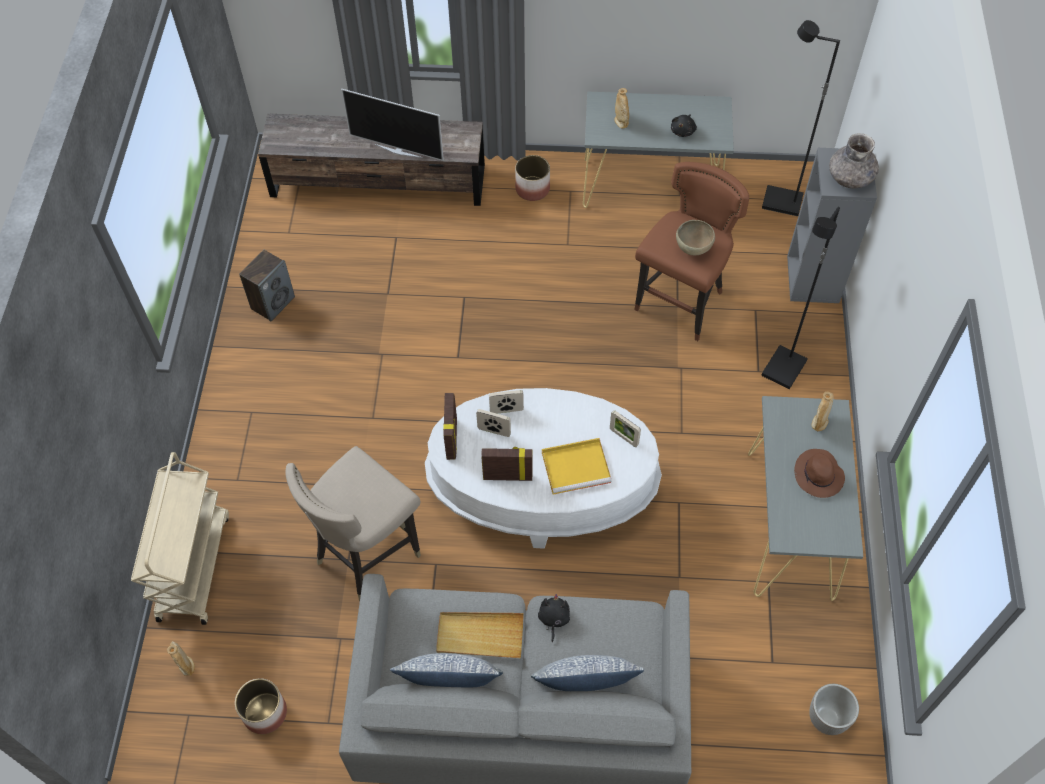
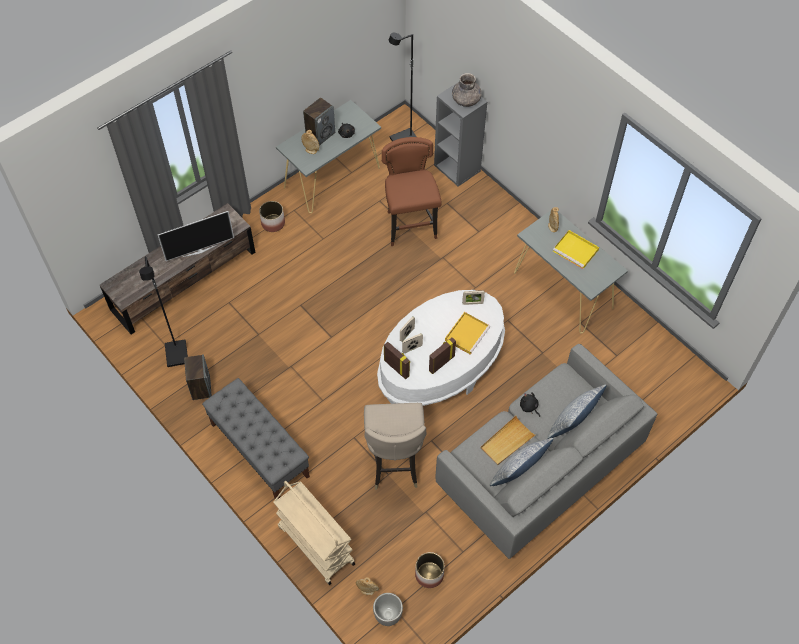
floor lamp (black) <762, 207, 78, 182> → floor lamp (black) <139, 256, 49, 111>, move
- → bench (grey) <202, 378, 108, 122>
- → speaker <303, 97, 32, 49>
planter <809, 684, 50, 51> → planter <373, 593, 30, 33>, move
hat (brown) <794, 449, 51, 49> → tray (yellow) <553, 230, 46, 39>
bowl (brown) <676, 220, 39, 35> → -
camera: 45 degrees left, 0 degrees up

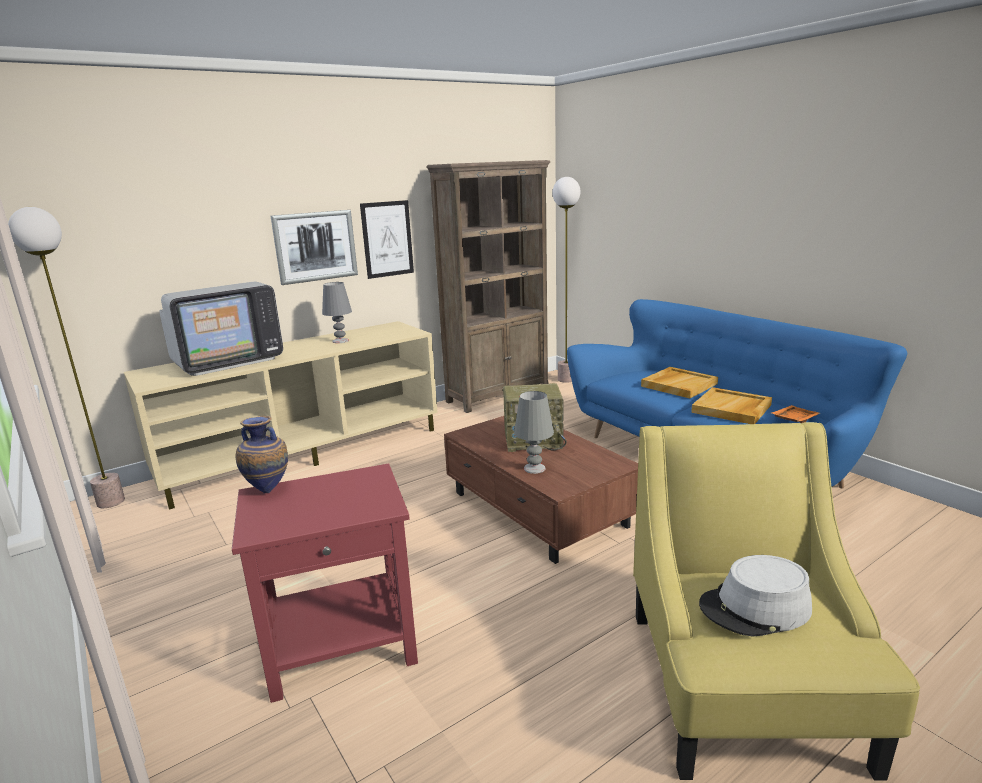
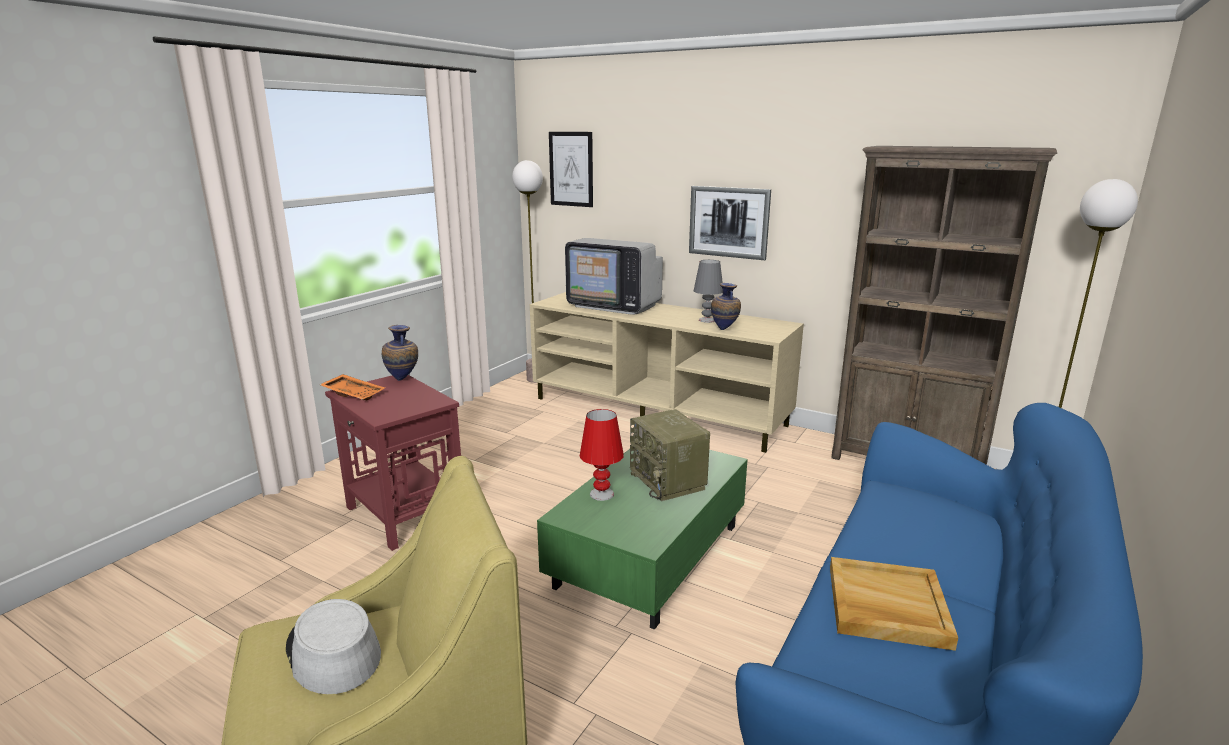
tray (orange) <771, 405, 49, 18> → tray (orange) <320, 374, 65, 26>, move
coffee table (brown) <444, 416, 194, 148> → coffee table (green) <537, 449, 211, 181>
picture <360, 200, 54, 79> → picture <549, 132, 44, 75>, move
table lamp (grey) <514, 391, 40, 83> → table lamp (red) <580, 409, 44, 92>
- → vase <711, 283, 30, 47>
tray (beige) <641, 367, 77, 31> → -
camera: 65 degrees right, 0 degrees up

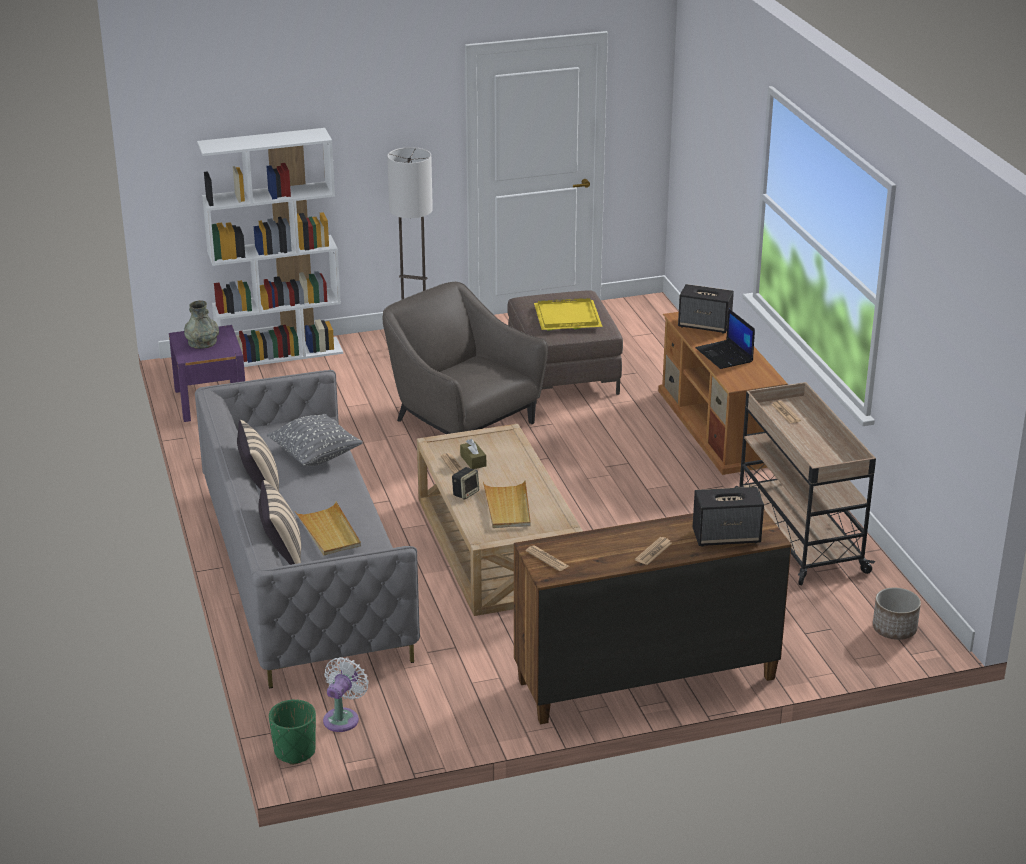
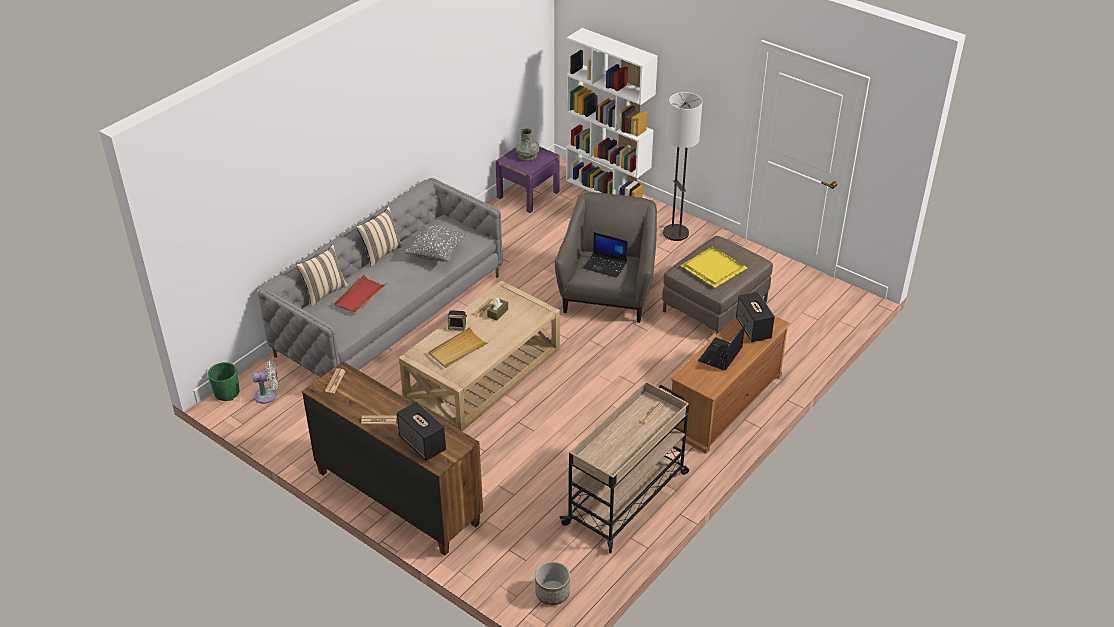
tray (beige) <295, 501, 66, 55> → tray (red) <334, 274, 53, 40>
- → laptop <583, 232, 45, 46>
camera: 55 degrees right, 10 degrees up

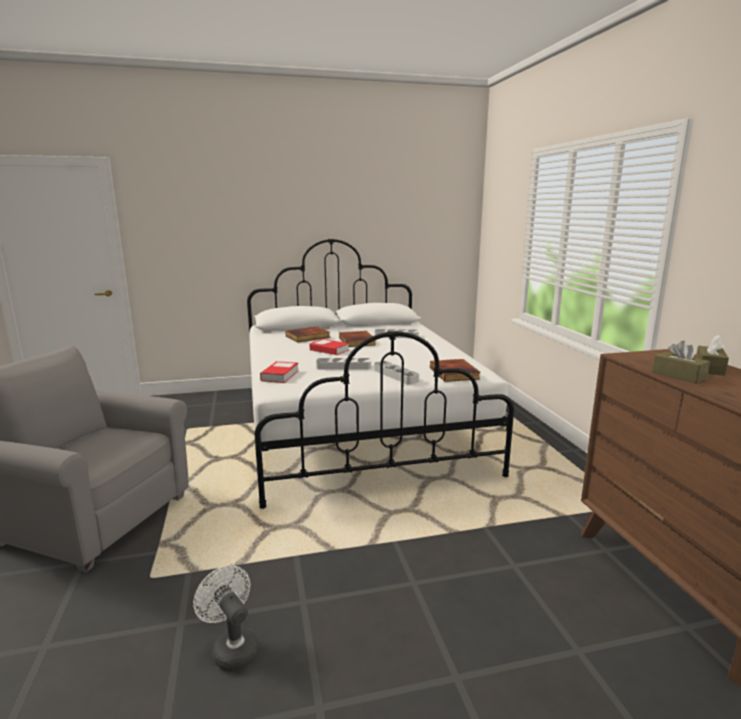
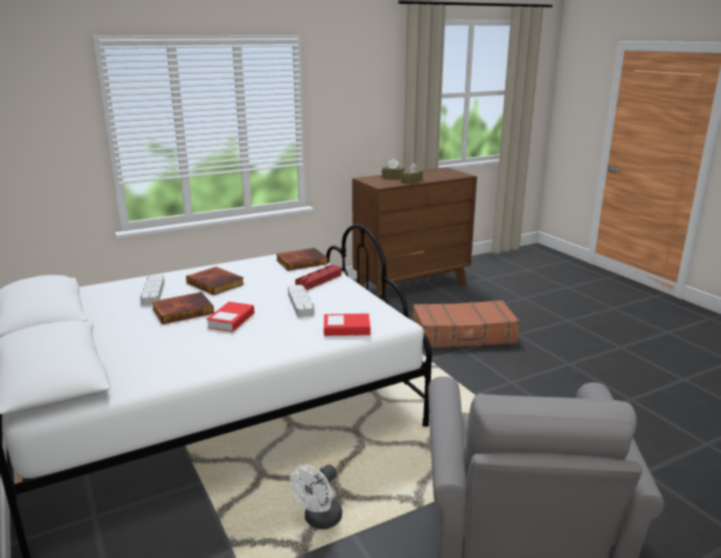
book <285, 327, 45, 16> → book <186, 267, 58, 28>, move
fan (white) <193, 565, 66, 107> → fan (white) <290, 464, 52, 65>, move
tray (grey) <374, 361, 45, 23> → tray (red) <295, 265, 47, 25>
- → suitcase (brown) <413, 300, 107, 49>
camera: 105 degrees left, 5 degrees up

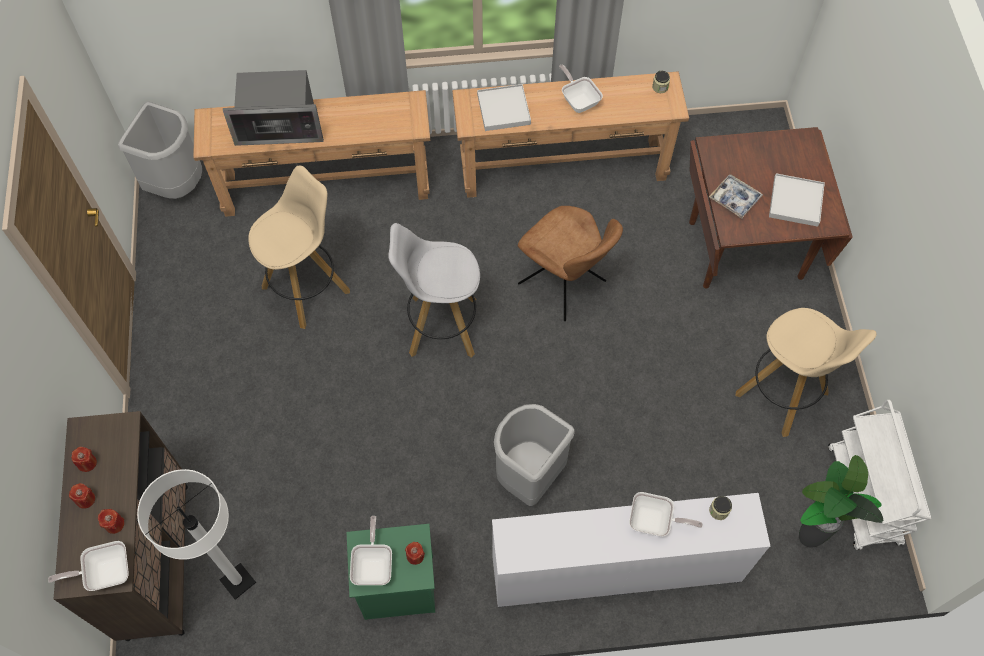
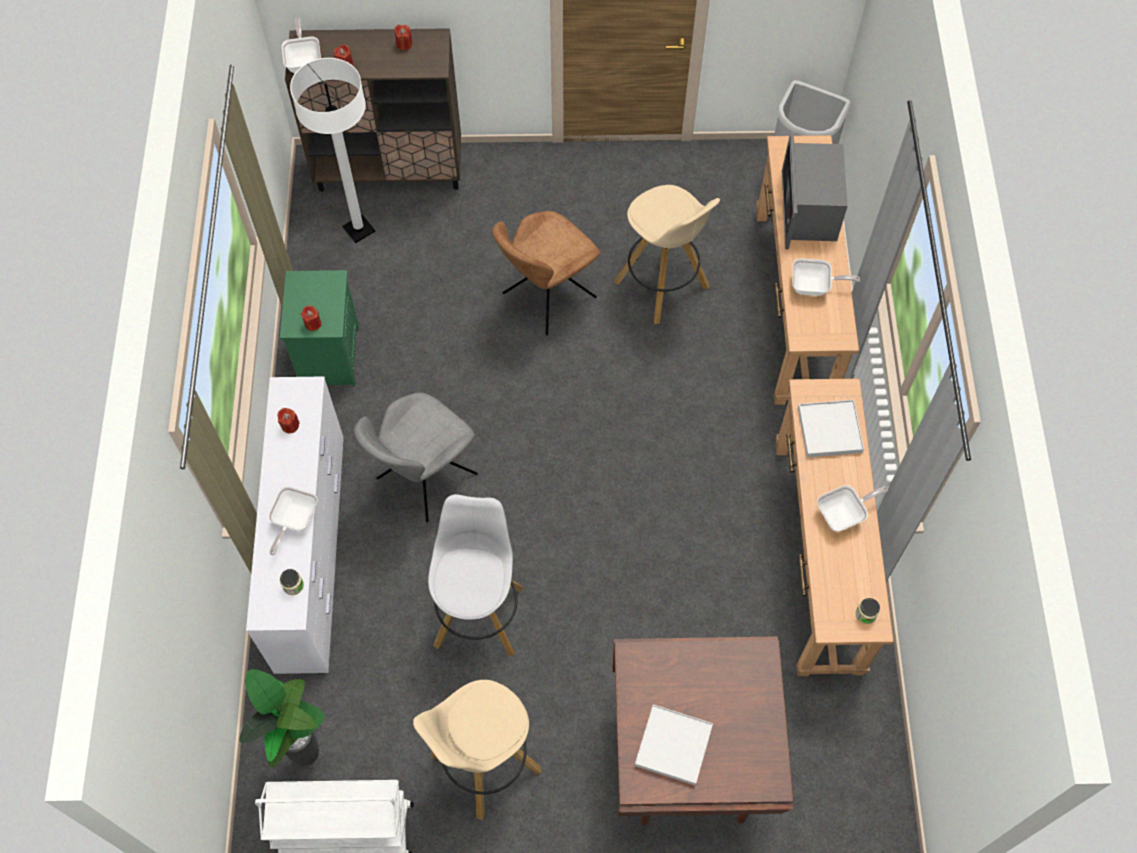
candle (red) <69, 483, 26, 26> → candle (red) <278, 408, 22, 25>, move
trash can (grey) <494, 404, 81, 102> → chair (grey) <354, 393, 124, 129>
stool (white) <388, 223, 92, 135> → stool (white) <428, 494, 96, 162>, move
chair (brown) <518, 206, 105, 115> → chair (brown) <492, 211, 108, 125>, move
frying pan <350, 516, 42, 69> → frying pan <792, 258, 68, 38>, move
tray <709, 174, 54, 45> → -
camera: 95 degrees right, 0 degrees up

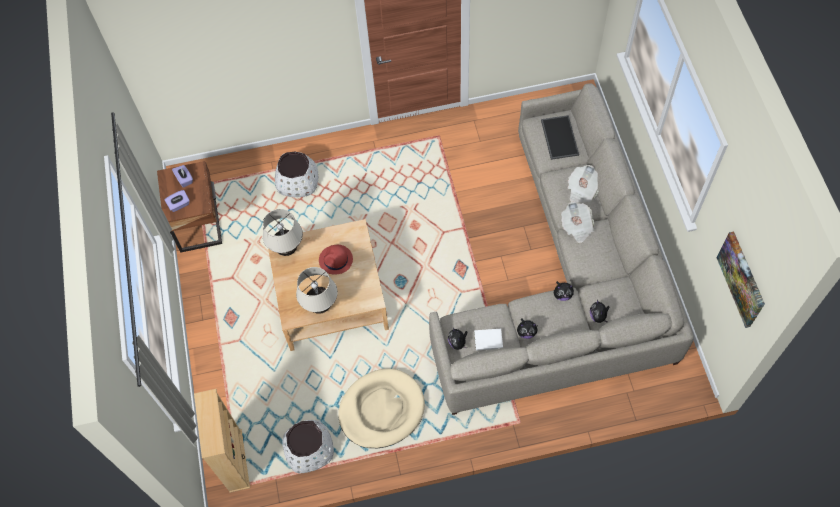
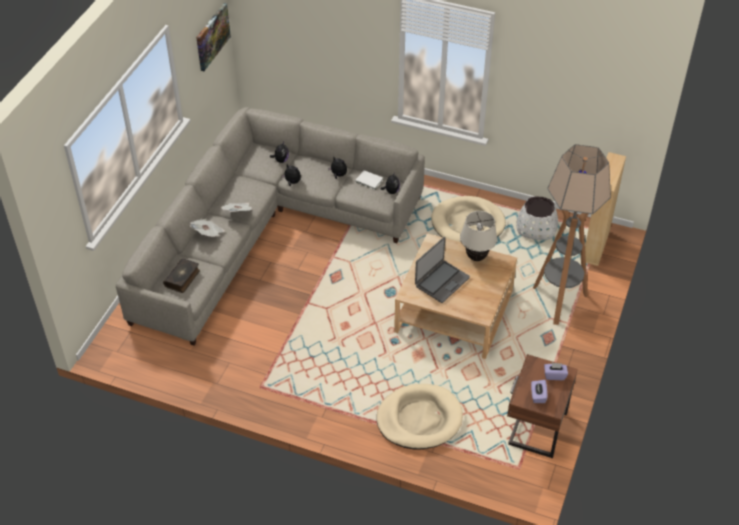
tray <541, 115, 38, 45> → book <163, 258, 37, 35>
planter (white) <275, 152, 43, 45> → dog bed (beige) <376, 384, 87, 65>
hat (red) <319, 245, 34, 30> → laptop <415, 237, 55, 66>
- → floor lamp <533, 144, 78, 181>
table lamp (beige) <263, 209, 40, 47> → -
camera: 150 degrees left, 15 degrees down

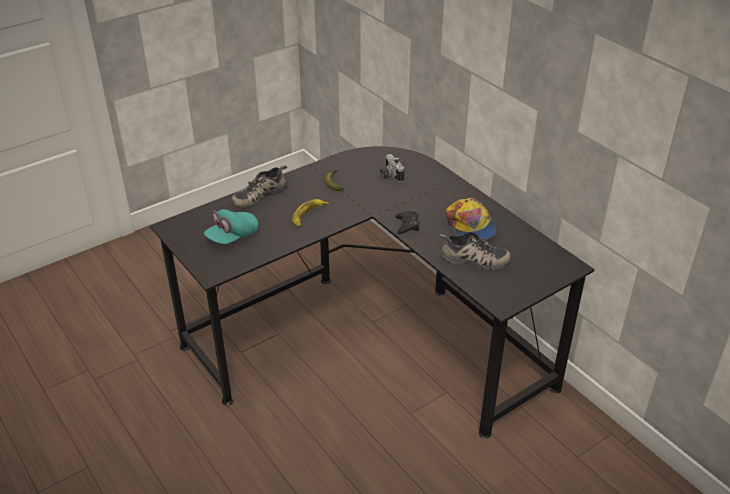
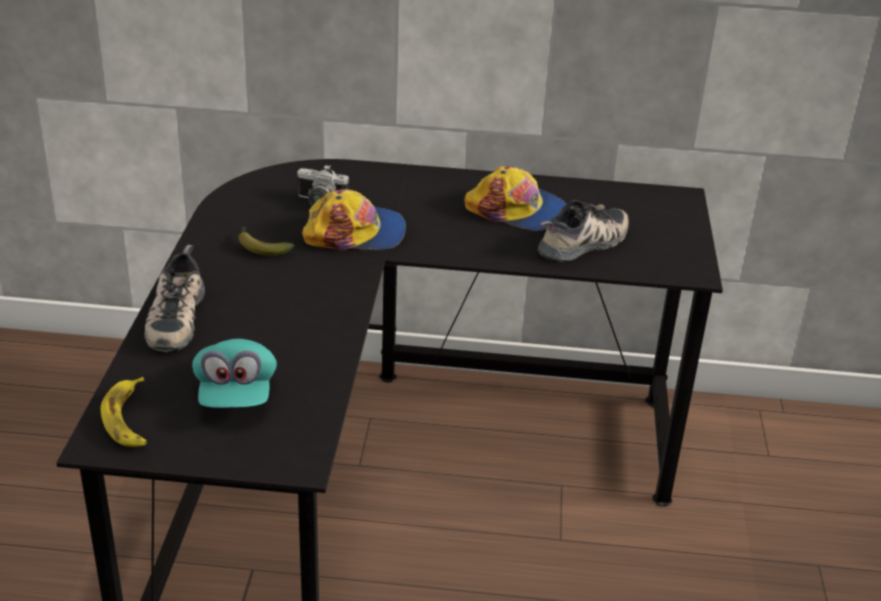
banana <292, 199, 37, 27> → banana <101, 377, 46, 70>, move
- → cap <302, 189, 104, 62>
game controller (black) <395, 211, 25, 23> → -
camera: 50 degrees left, 5 degrees down

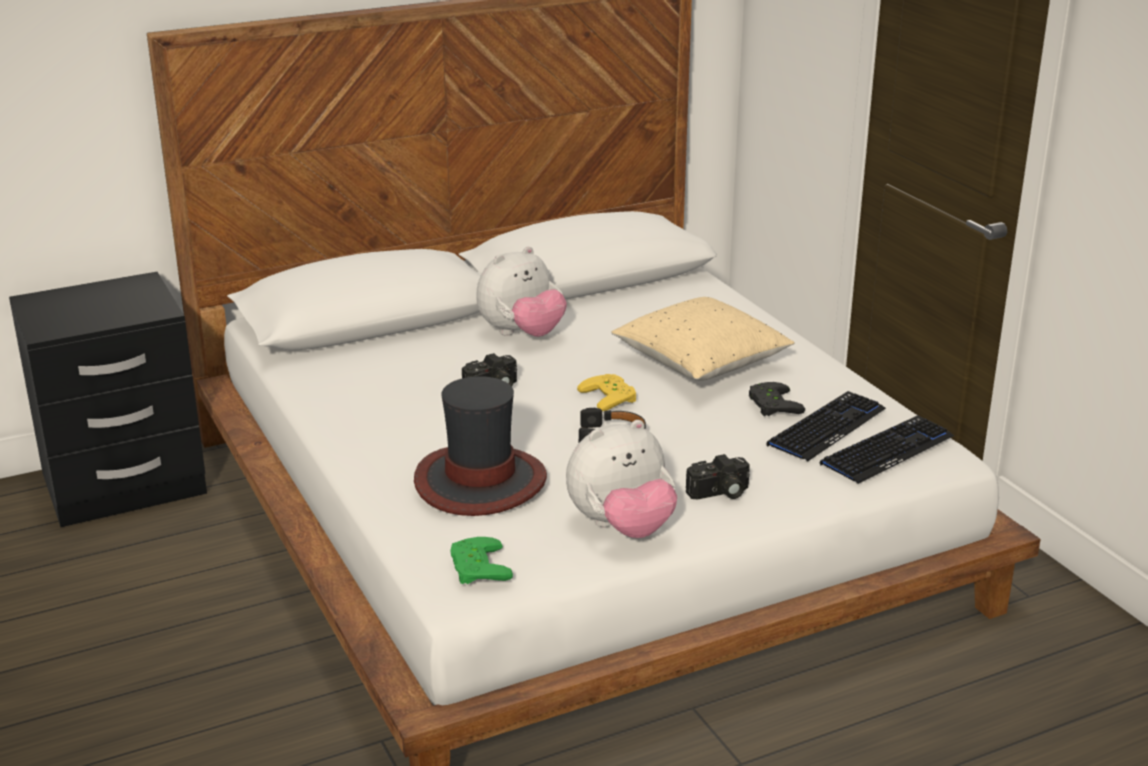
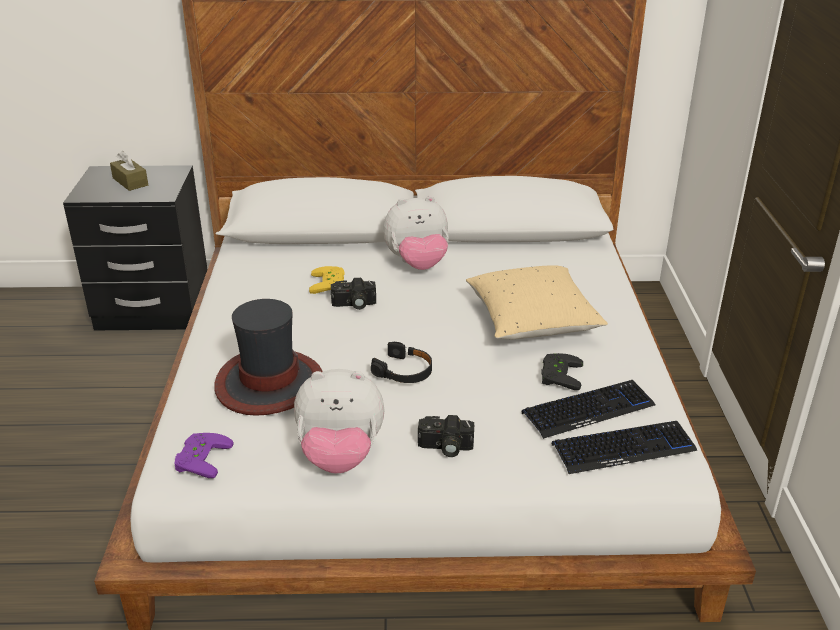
- → tissue box (brown) <110, 151, 38, 40>
game controller (green) <451, 537, 62, 47> → game controller (purple) <175, 433, 59, 45>
game controller (yellow) <577, 374, 59, 37> → game controller (yellow) <309, 266, 36, 28>, move
camera: 25 degrees right, 5 degrees up

